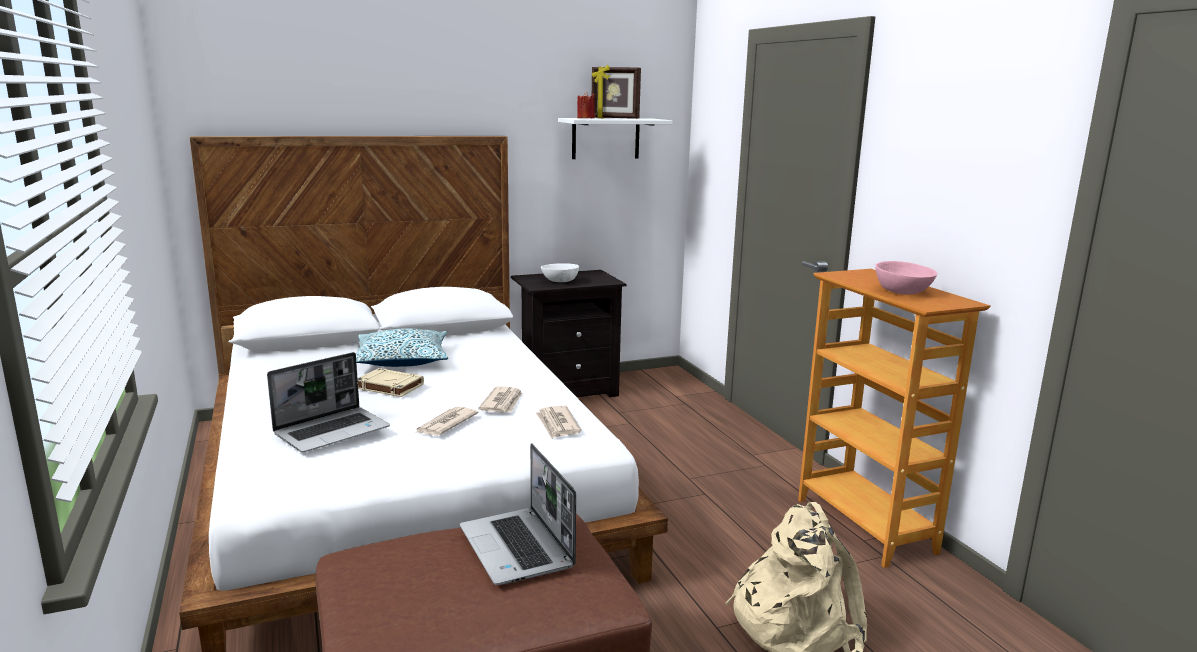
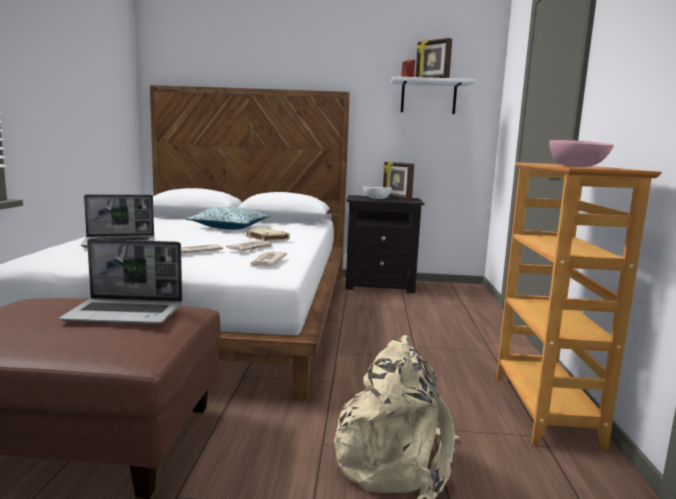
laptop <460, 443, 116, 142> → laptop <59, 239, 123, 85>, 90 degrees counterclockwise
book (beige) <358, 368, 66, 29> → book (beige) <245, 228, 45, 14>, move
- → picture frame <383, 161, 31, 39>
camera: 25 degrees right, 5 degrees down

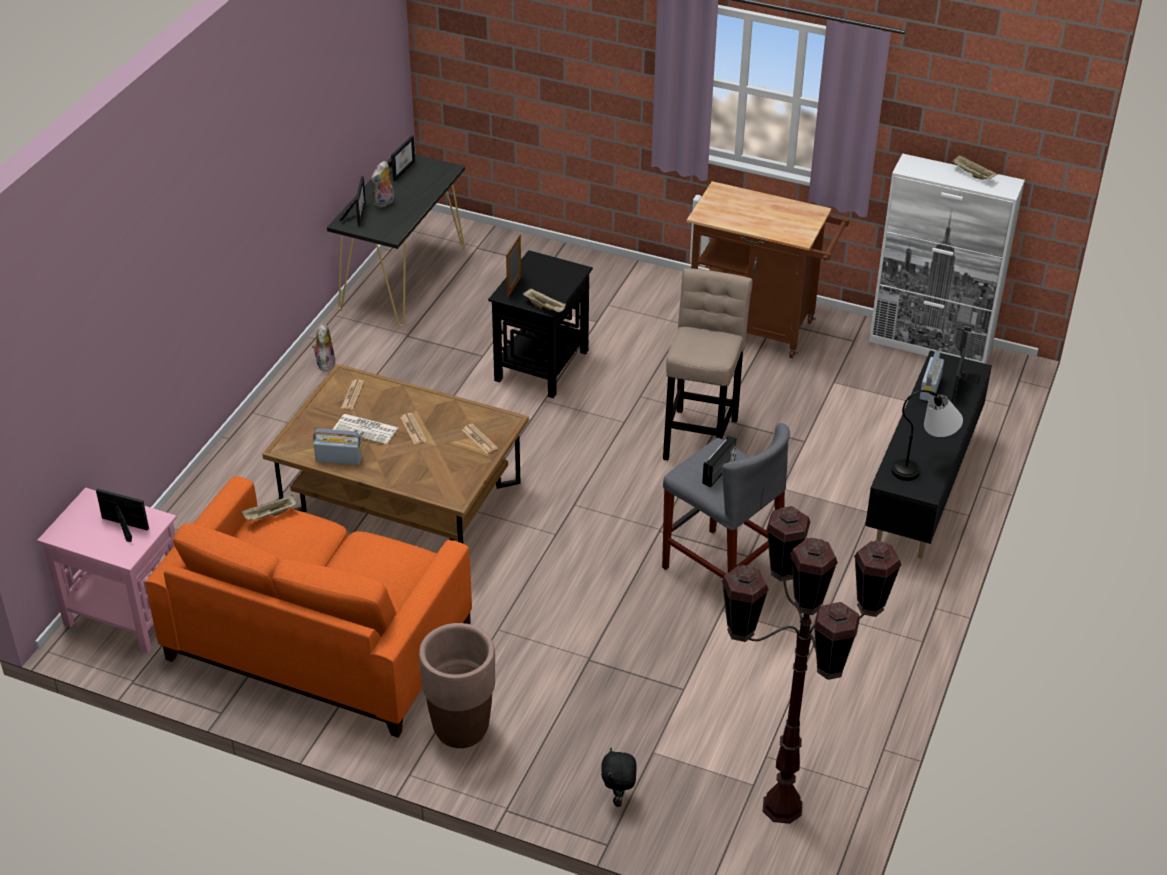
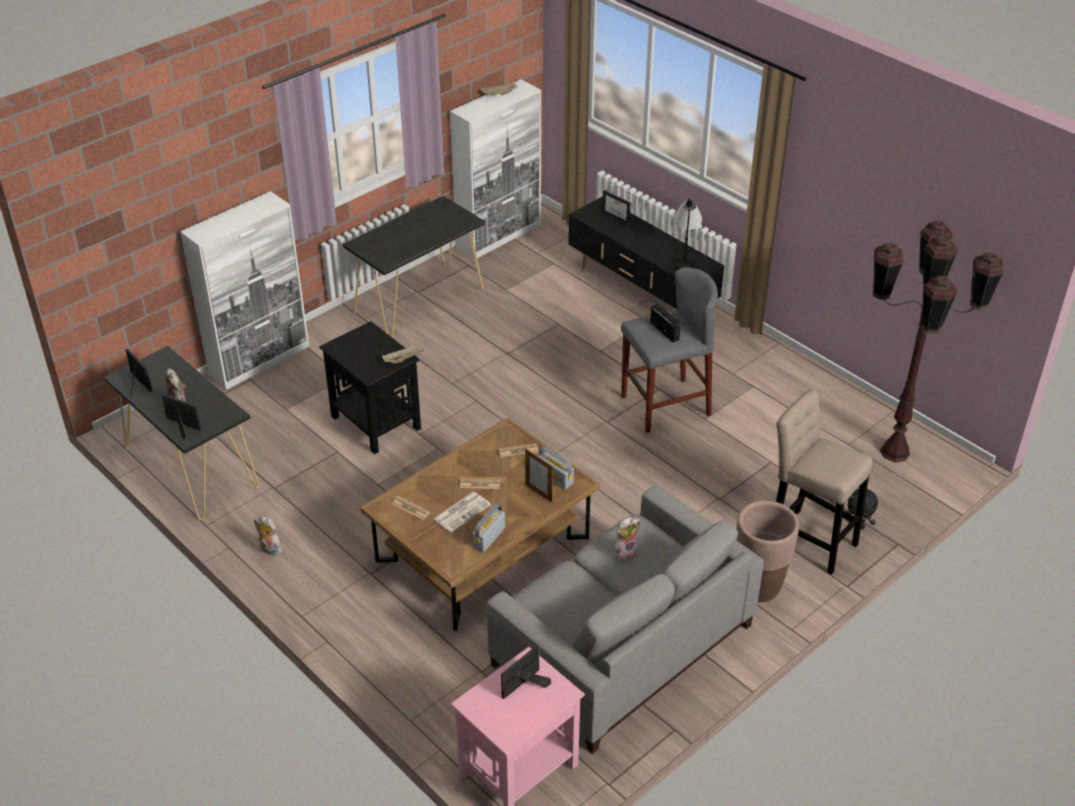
- → cabinet (white) <180, 191, 129, 199>
cart (brown) <687, 181, 162, 177> → console table (black) <343, 196, 142, 142>
sofa (orange) <145, 476, 327, 262> → sofa (grey) <487, 485, 277, 269>
picture frame <506, 234, 15, 63> → picture frame <525, 448, 28, 54>, move
radio <920, 350, 24, 51> → radio <538, 446, 36, 44>, move
- → plush toy <613, 517, 27, 44>
stool (beige) <663, 268, 90, 192> → stool (beige) <776, 389, 96, 186>, move
tray (beige) <242, 495, 54, 26> → -
camera: 65 degrees left, 0 degrees up

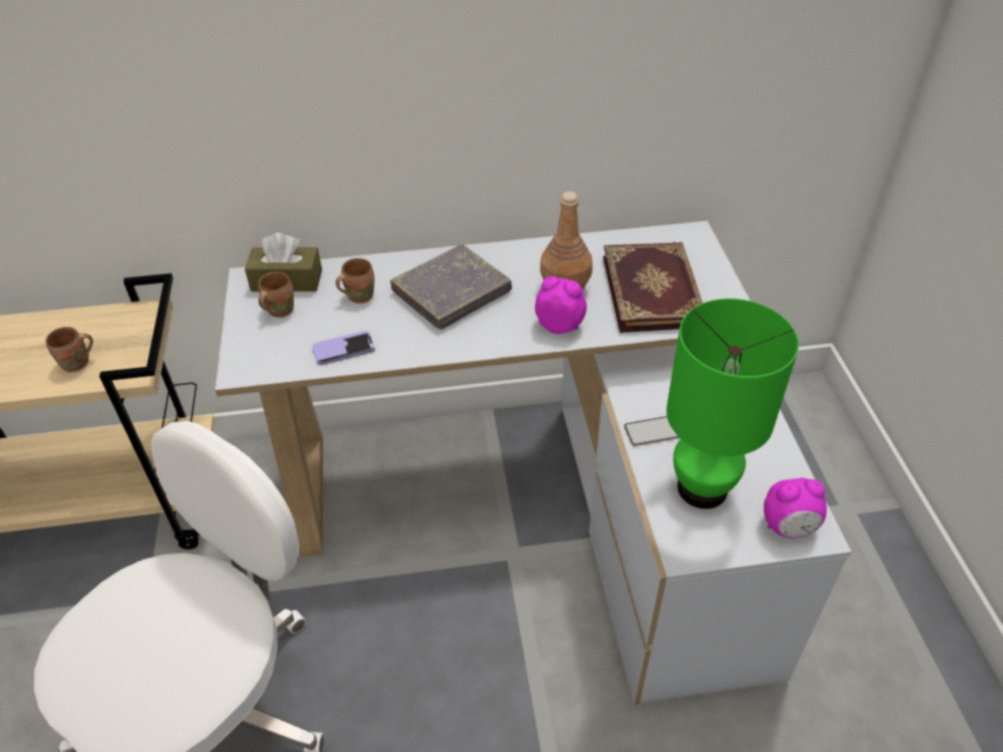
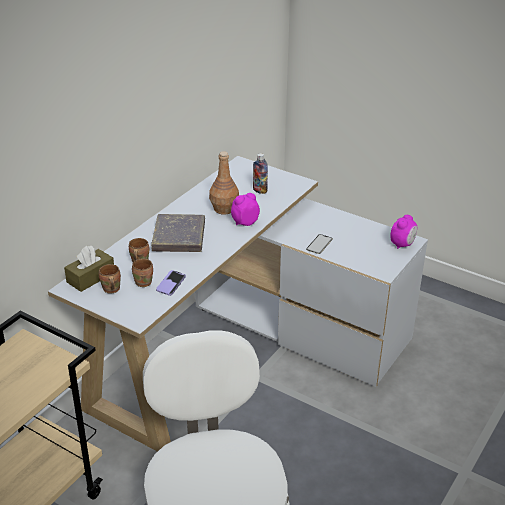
mug (brown) <46, 327, 47, 45> → mug (brown) <132, 258, 21, 29>, move
book <603, 242, 100, 91> → bottle <253, 153, 15, 41>
table lamp (green) <666, 299, 133, 210> → -
camera: 50 degrees left, 10 degrees down

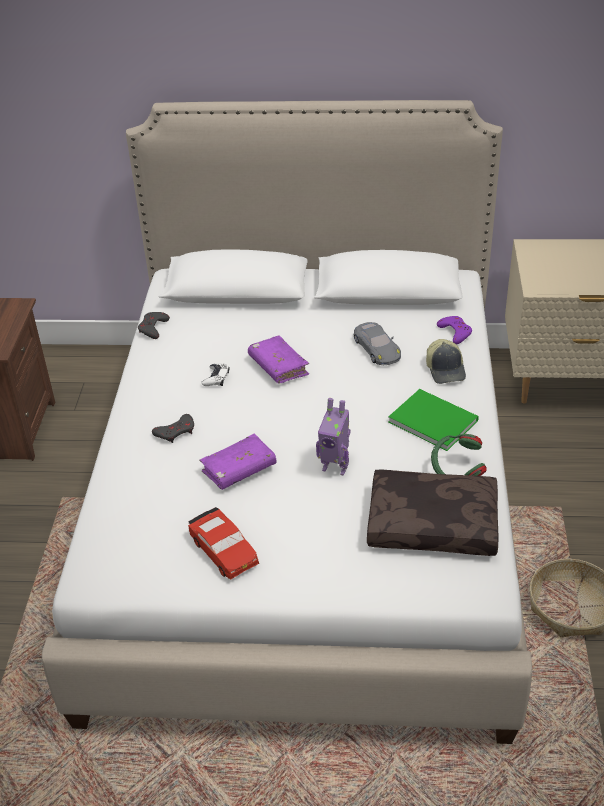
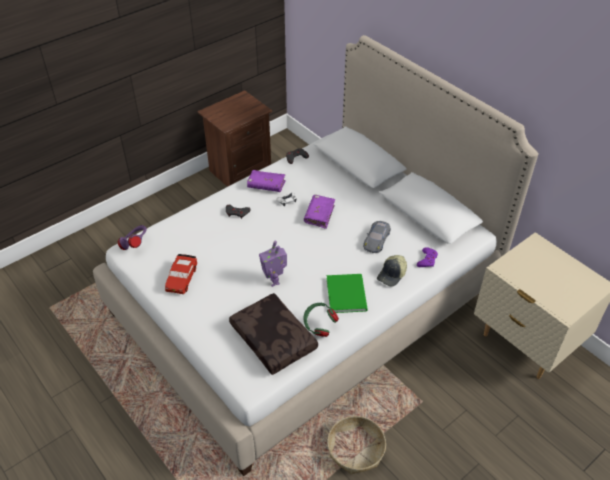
- → headphones (purple) <118, 225, 29, 25>
book (purple) <199, 434, 77, 56> → book (purple) <247, 170, 39, 22>, move
camera: 45 degrees right, 5 degrees up

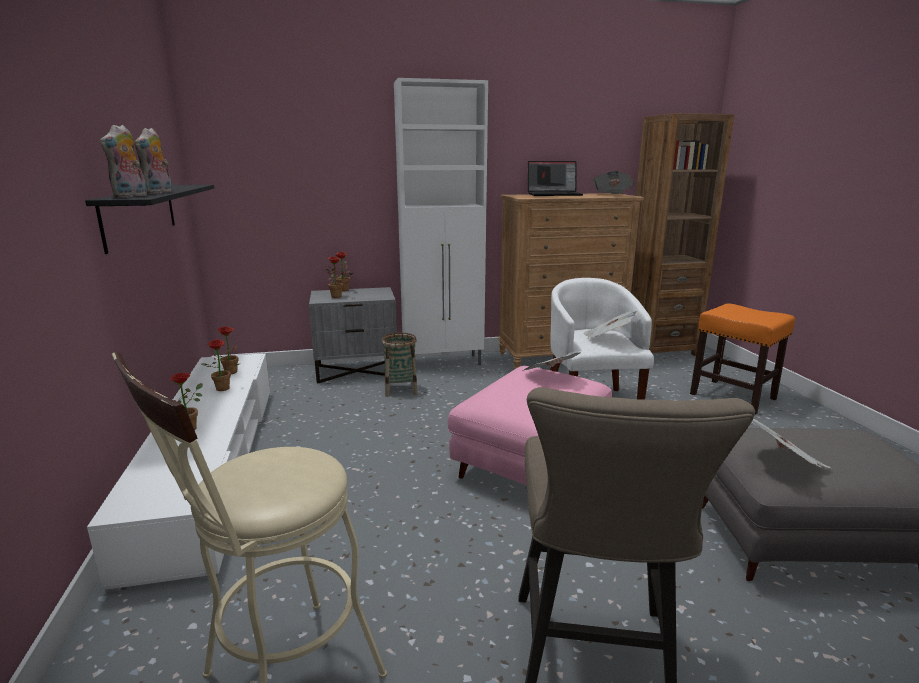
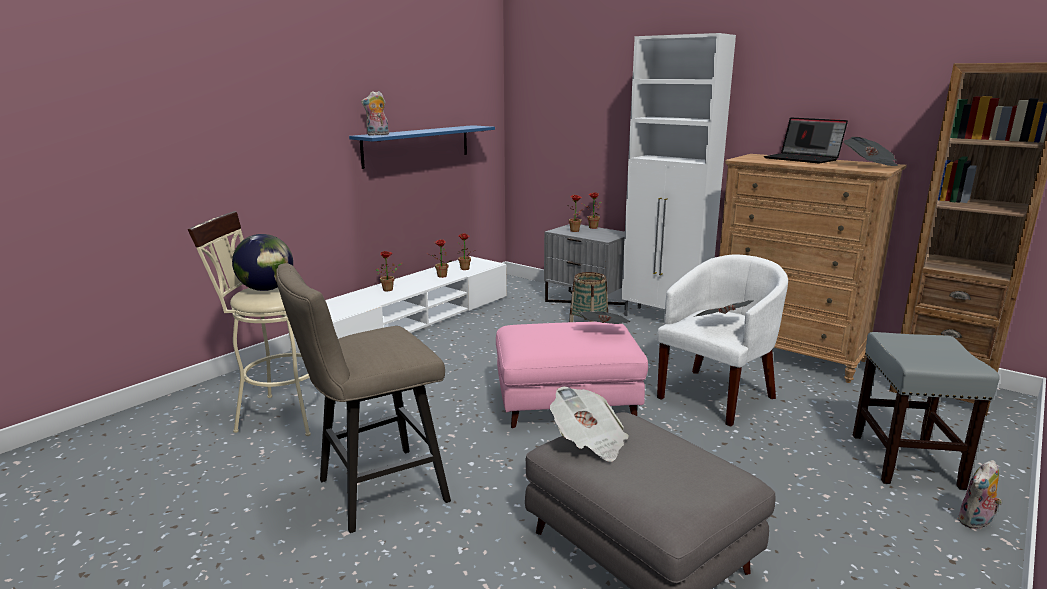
- → globe <232, 234, 61, 57>
shelf (black) <85, 185, 129, 69> → shelf (blue) <349, 125, 146, 44>
stool (orange) <690, 303, 105, 112> → stool (grey) <853, 332, 147, 158>
plush toy <135, 128, 37, 66> → plush toy <957, 460, 45, 69>, move
camera: 50 degrees right, 0 degrees up

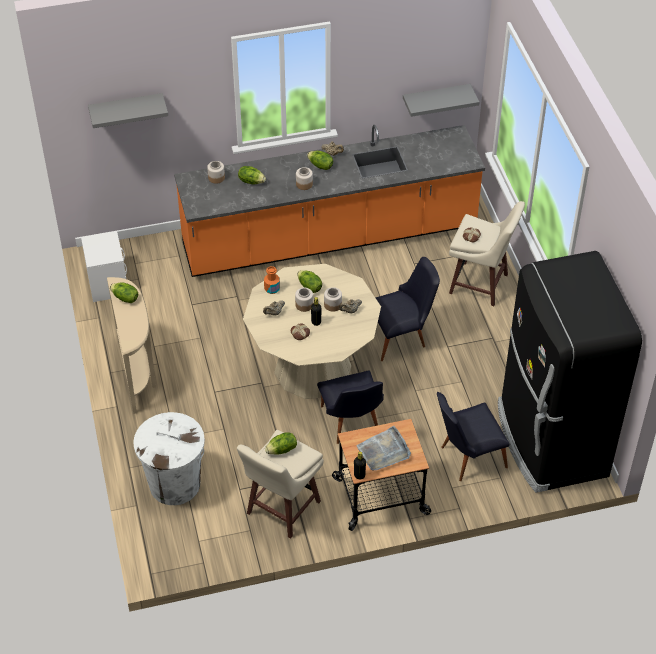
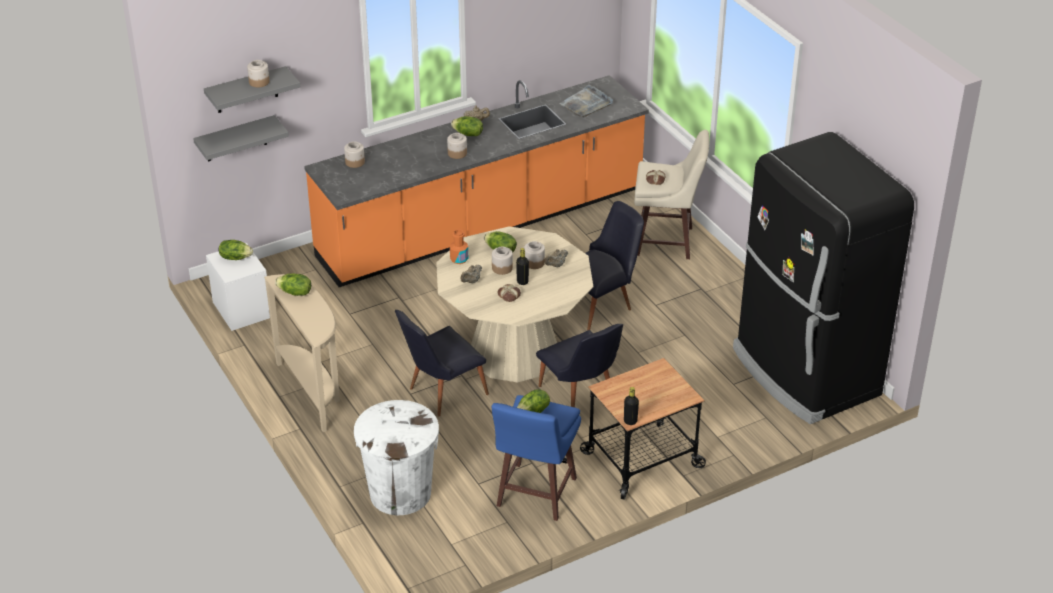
shelf (grey) <403, 84, 77, 33> → shelf (grey) <193, 115, 96, 47>, move
lettuce <238, 166, 28, 18> → lettuce <219, 240, 34, 20>, move
- → jar <247, 60, 22, 27>
chair (black) <437, 392, 73, 89> → chair (black) <395, 310, 94, 106>, move
stool (beige) <237, 430, 87, 109> → stool (blue) <492, 395, 89, 126>
tray (grey) <356, 426, 55, 44> → tray (grey) <559, 85, 54, 33>, move
camera: 15 degrees left, 10 degrees down

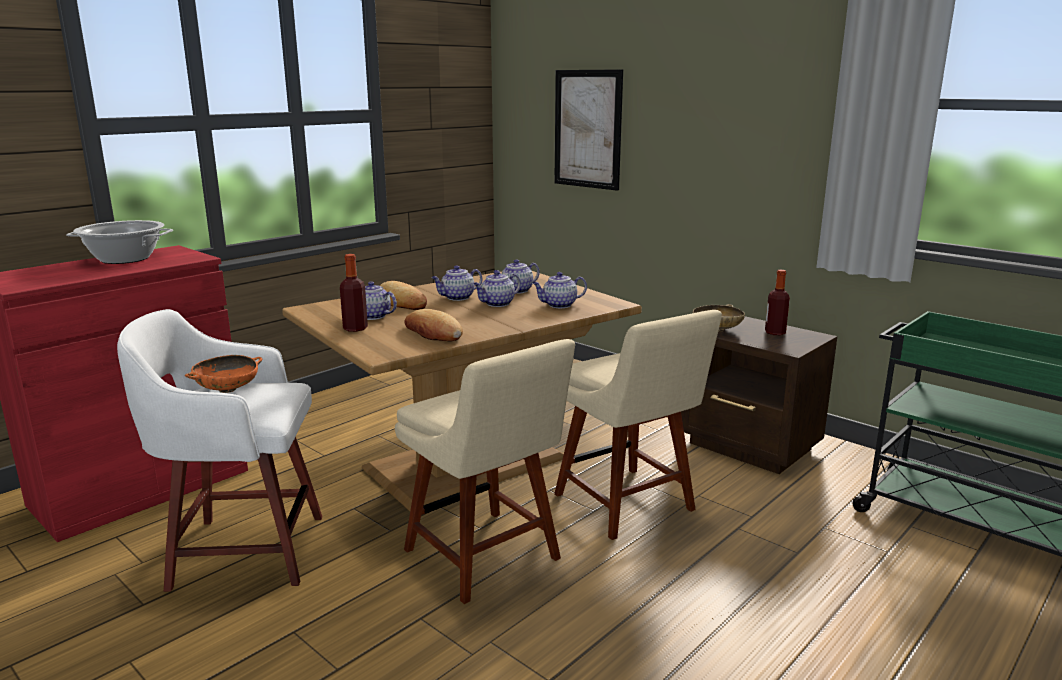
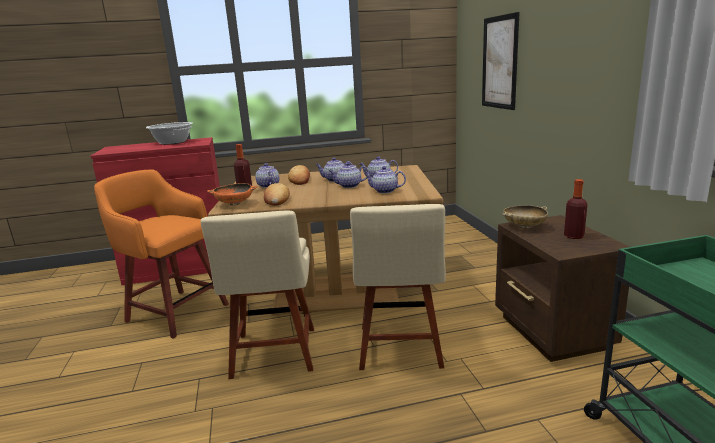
stool (white) <117, 309, 205, 283> → stool (orange) <94, 170, 135, 169>
bowl (orange) <185, 355, 77, 38> → bowl (orange) <207, 183, 50, 23>, move
camera: 35 degrees right, 0 degrees up

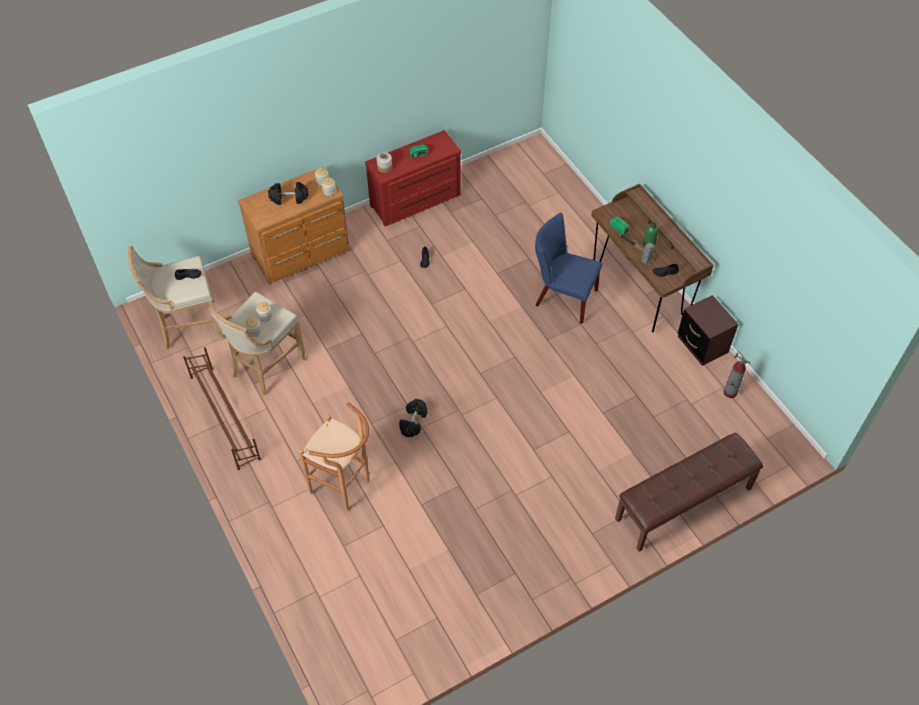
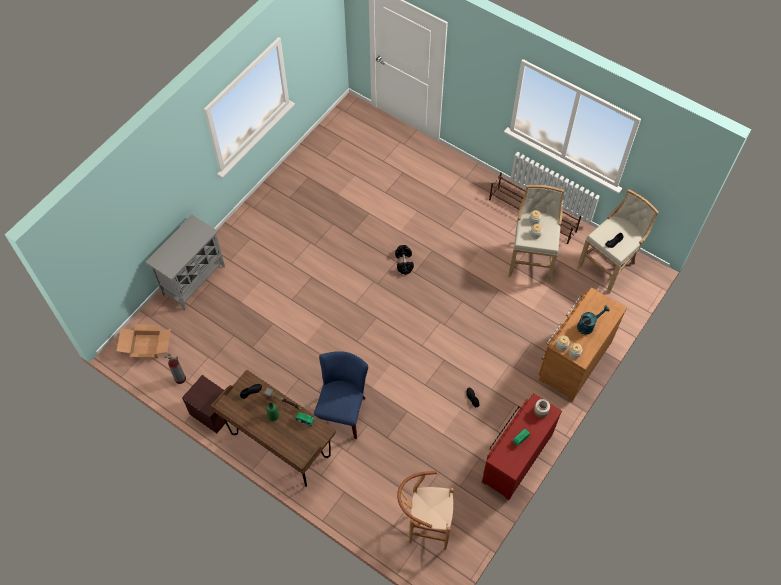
- → cardboard box <117, 324, 54, 34>
bench (brown) <615, 433, 148, 119> → cabinet (grey) <146, 215, 79, 95>
chair (blue) <535, 213, 67, 111> → chair (blue) <314, 351, 54, 88>, 75 degrees counterclockwise
stool (brown) <299, 403, 70, 107> → stool (brown) <397, 471, 57, 79>, move
dumbbell (black) <268, 182, 40, 23> → watering can (turquoise) <577, 305, 33, 30>
camera: 155 degrees right, 5 degrees up

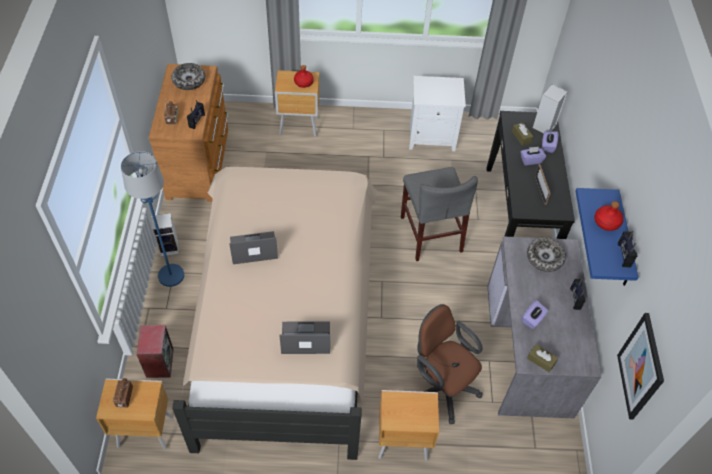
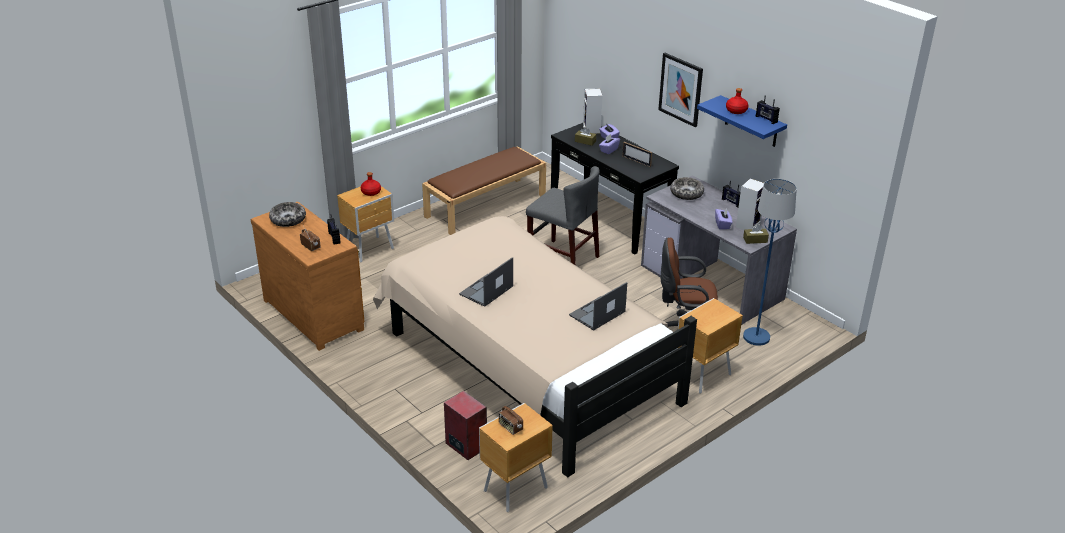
nightstand (white) <409, 76, 57, 75> → bench (brown) <422, 146, 124, 89>
picture <617, 313, 47, 106> → picture <658, 53, 45, 74>, move
speaker <151, 213, 28, 44> → speaker <736, 179, 28, 51>, move
floor lamp (blue) <121, 151, 63, 136> → floor lamp (blue) <743, 179, 54, 167>, move
camera: 40 degrees left, 20 degrees down

